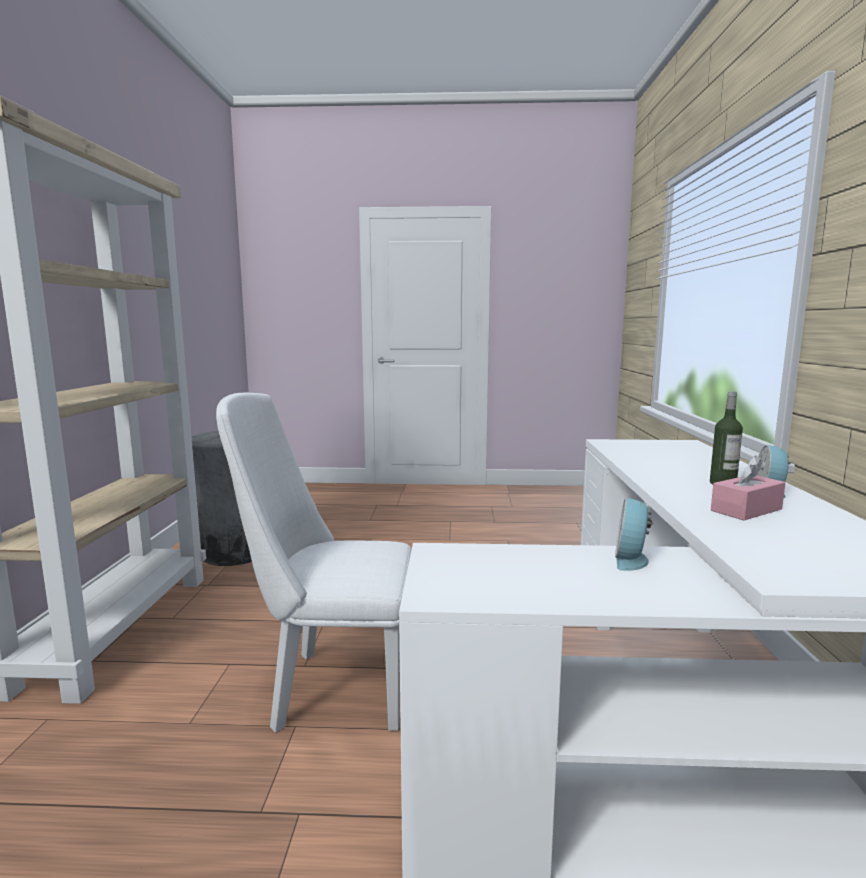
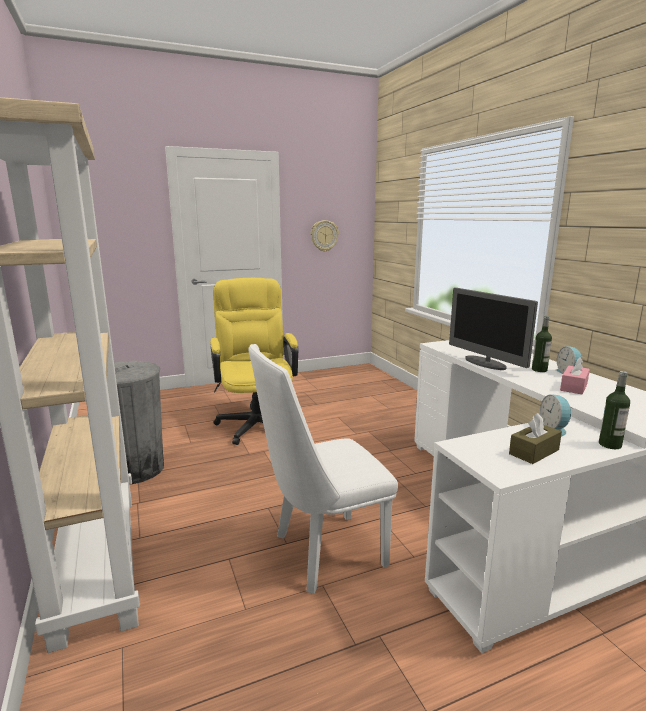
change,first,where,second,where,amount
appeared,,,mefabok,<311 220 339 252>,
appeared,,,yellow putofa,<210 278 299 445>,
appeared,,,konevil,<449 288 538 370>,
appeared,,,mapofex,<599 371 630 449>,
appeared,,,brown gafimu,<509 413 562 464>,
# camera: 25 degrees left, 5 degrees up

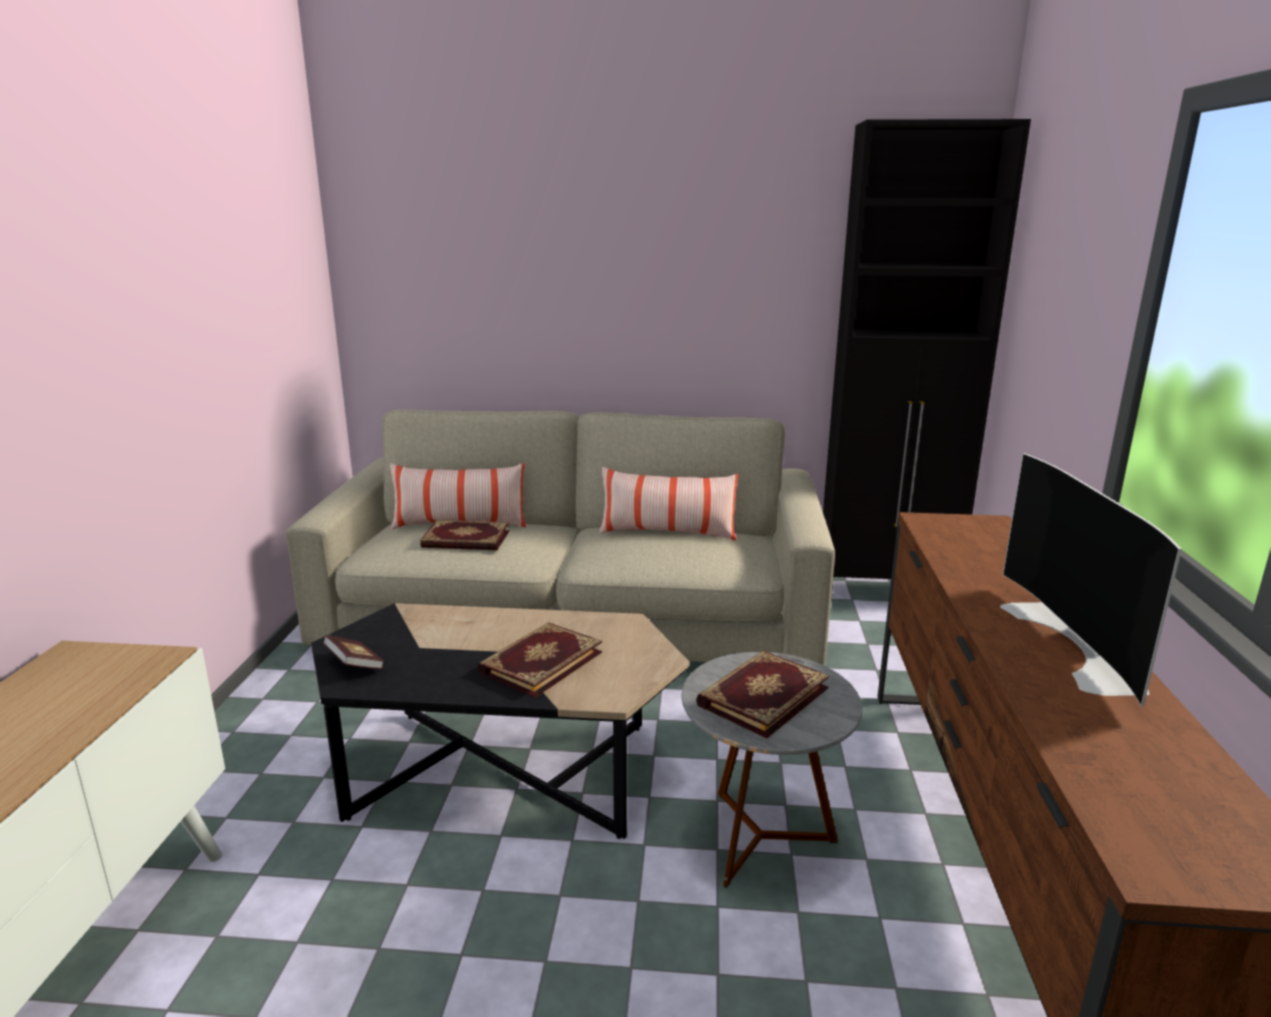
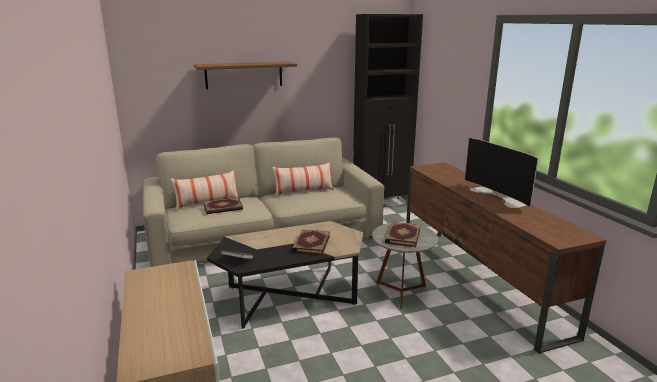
change,first,where,second,where,amount
appeared,,,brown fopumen,<194 61 297 89>,
# camera: 25 degrees left, 0 degrees up

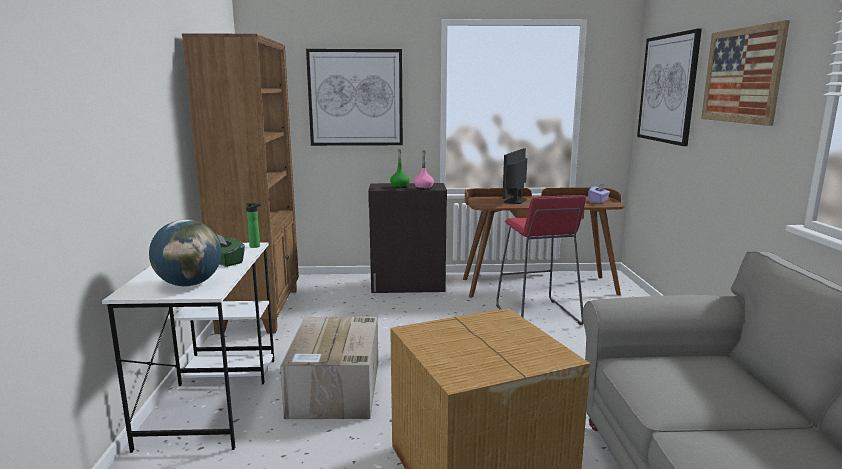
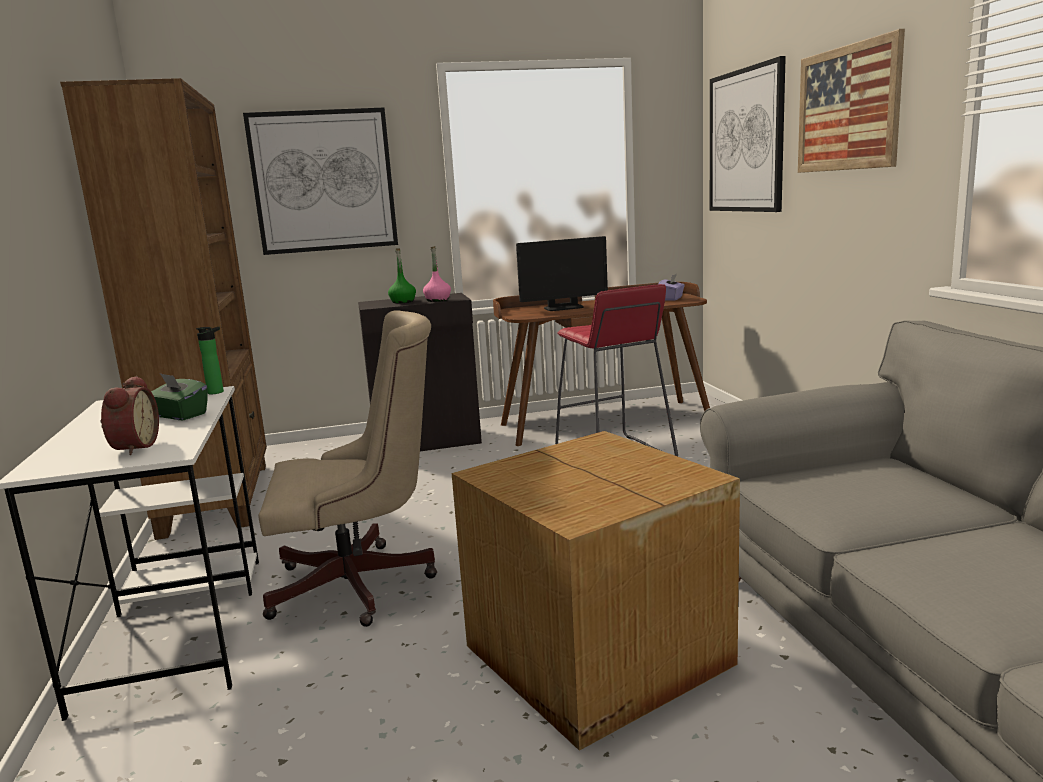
change,first,where,second,where,amount
spun,konevil,<503 148 527 204>,,<516 236 608 311>,120 degrees counterclockwise
exchanged,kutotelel,<149 220 221 286>,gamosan,<100 376 159 455>,
exchanged,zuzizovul,<280 317 378 419>,beige putofa,<258 310 437 627>,
# camera: 10 degrees left, 0 degrees up

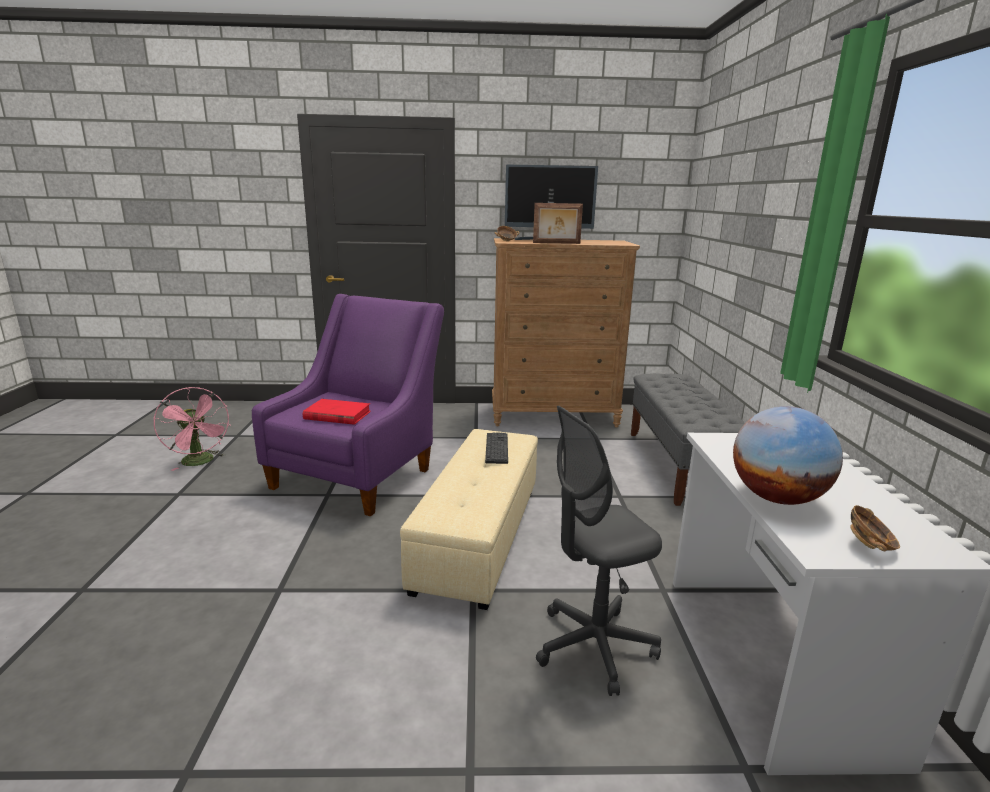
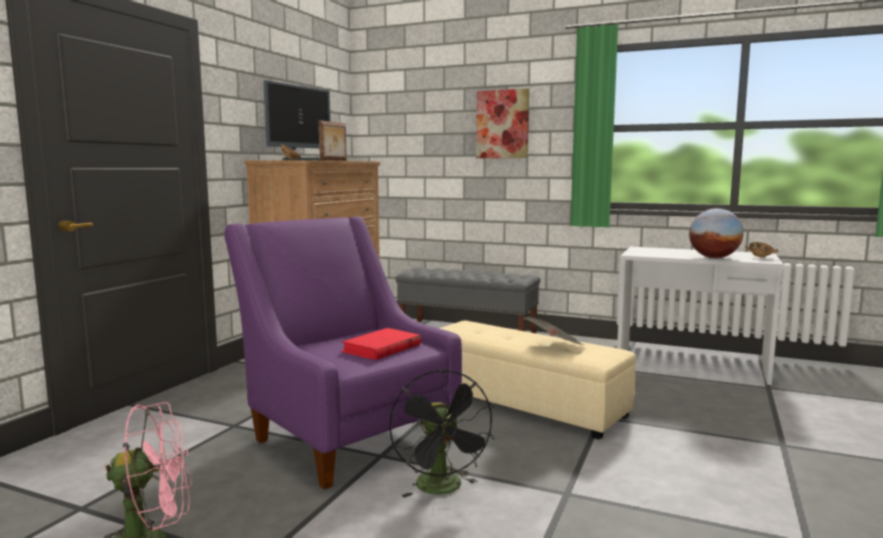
change,first,where,second,where,amount
missing,grey putofa,<536 406 662 696>,,,
missing,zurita,<485 432 508 464>,,,
appeared,,,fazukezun,<476 89 529 158>,
appeared,,,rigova,<523 317 585 345>,
appeared,,,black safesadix,<389 369 495 498>,
# camera: 65 degrees left, 10 degrees down

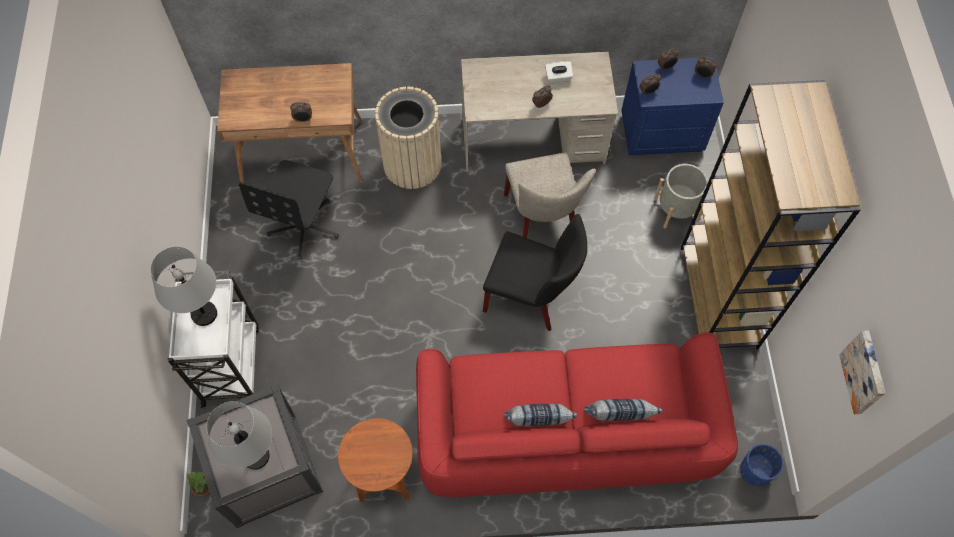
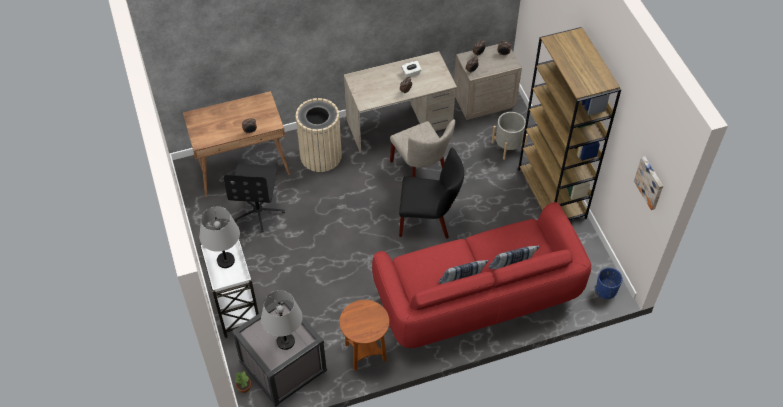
change,first,where,second,where,amount
colour,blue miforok,<621 57 724 155>,beige miforok,<454 42 522 120>,
# camera: 15 degrees left, 10 degrees down

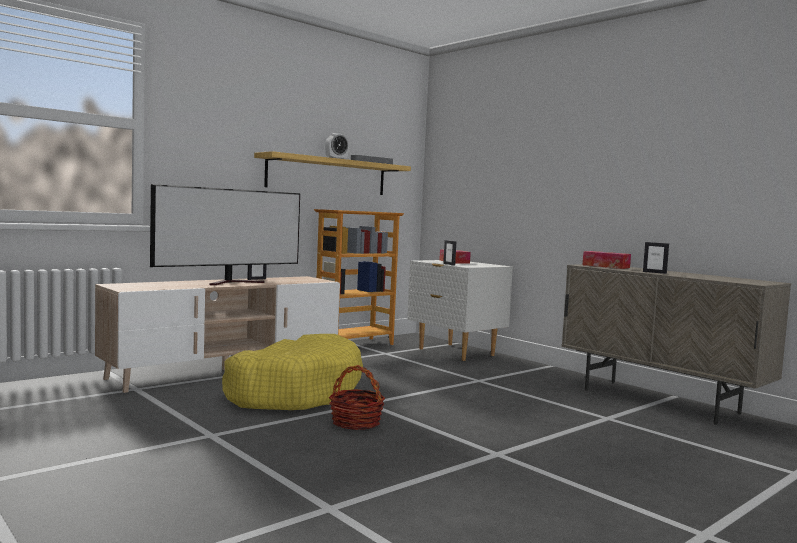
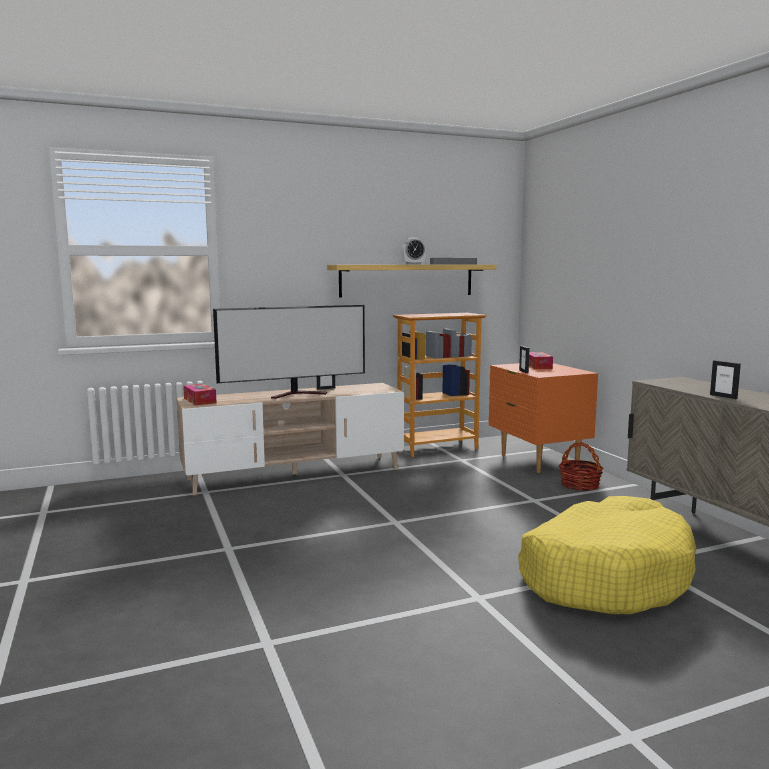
change,first,where,second,where,amount
relocated,gafimu,<583 251 631 269>,,<183 383 217 405>,
colour,white miforok,<407 260 513 361>,orange miforok,<489 363 598 473>,
relocated,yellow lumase,<222 334 363 410>,,<518 496 697 614>,
relocated,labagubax,<329 365 385 430>,,<559 442 603 491>,
# camera: 20 degrees right, 5 degrees up

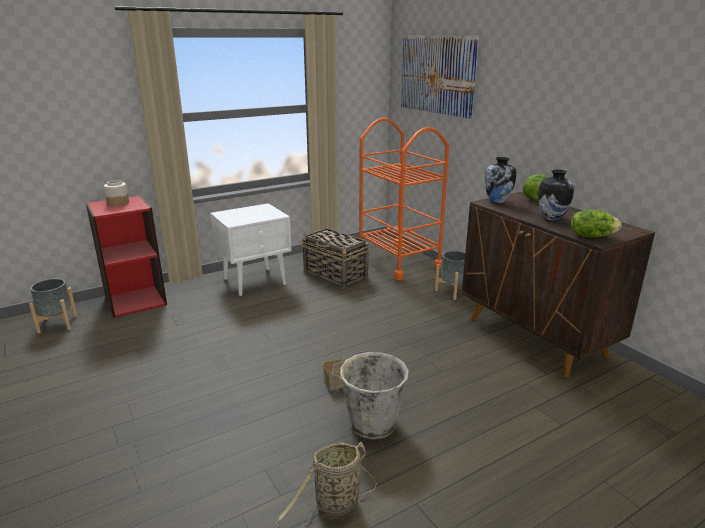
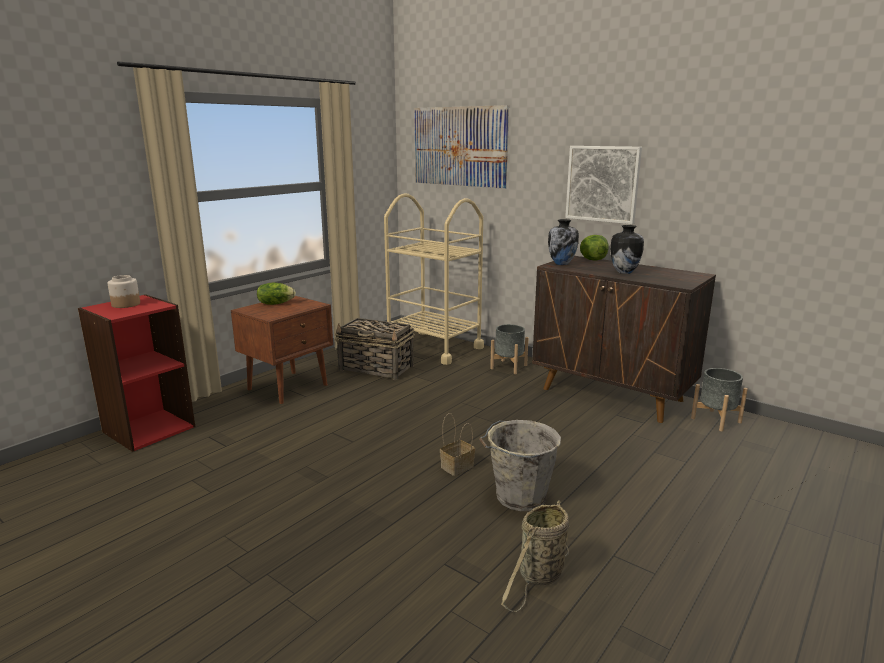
change,first,where,second,where,amount
colour,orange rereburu,<359 118 449 280>,beige rereburu,<384 193 484 365>,
colour,white miforok,<210 203 292 296>,brown miforok,<231 296 333 404>,
relocated,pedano,<571 210 621 237>,,<257 282 296 305>,
relocated,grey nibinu,<29 278 78 333>,,<691 368 748 431>,
appeared,,,fazukezun,<565 146 642 224>,
# camera: 20 degrees left, 5 degrees down

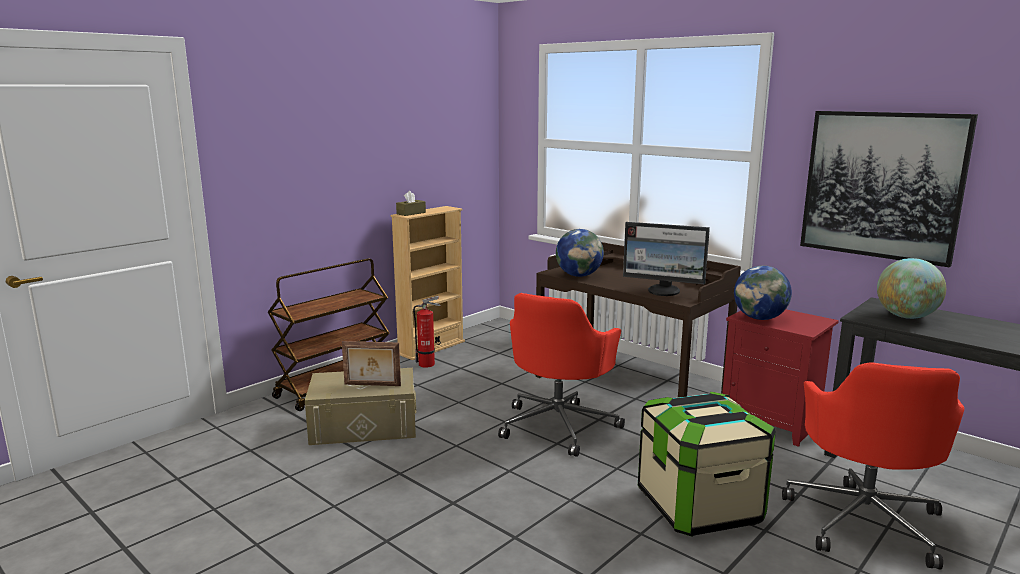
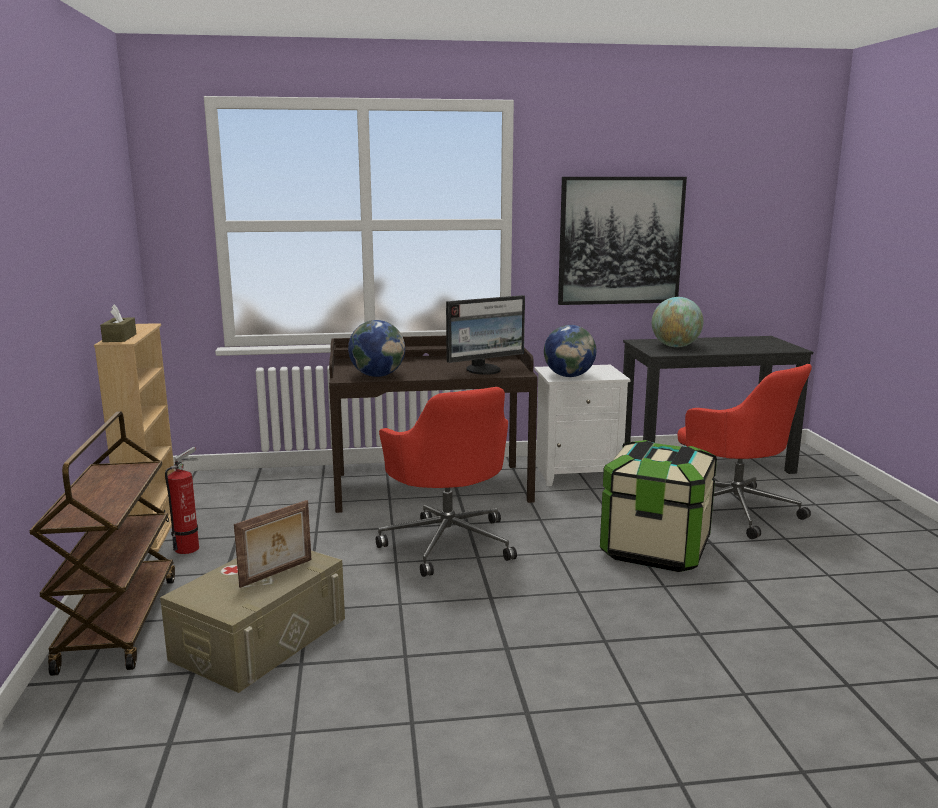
change,first,where,second,where,amount
colour,red miforok,<722 309 839 447>,white miforok,<534 365 631 486>,
# camera: 50 degrees left, 0 degrees up

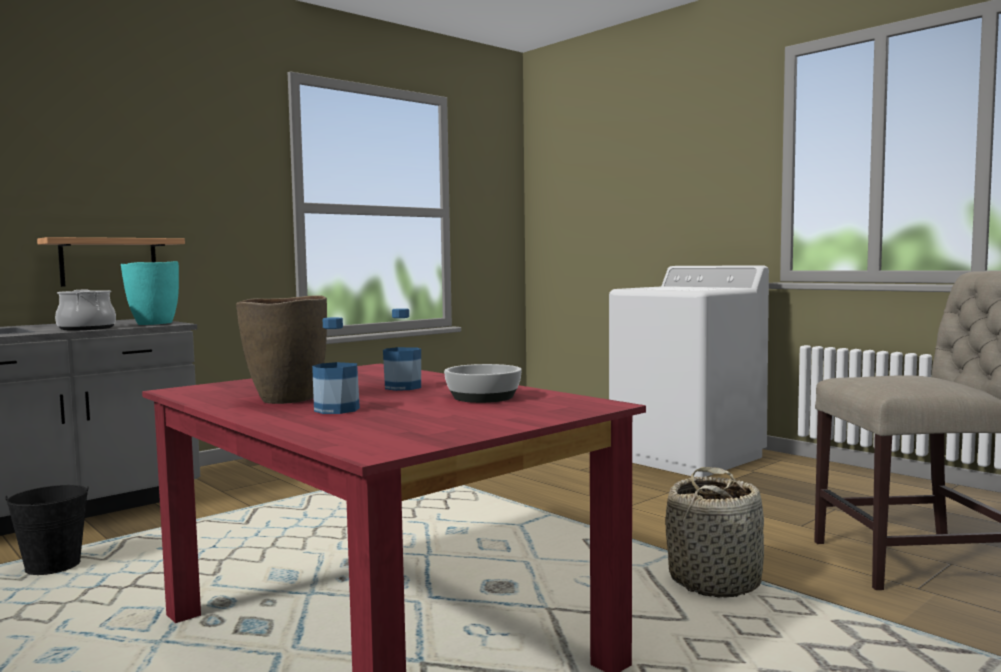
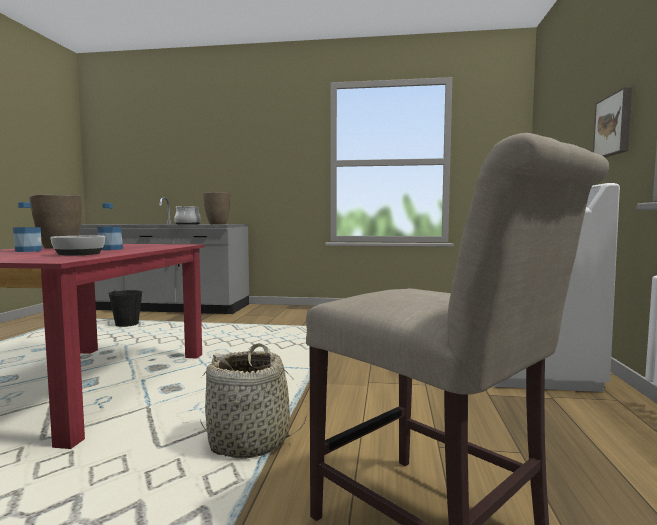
change,first,where,second,where,amount
missing,fopumen,<37 237 185 287>,,,
colour,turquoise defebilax,<121 261 179 325>,brown defebilax,<203 192 230 224>,
appeared,,,fazukezun,<593 87 633 158>,
# camera: 50 degrees right, 0 degrees up

